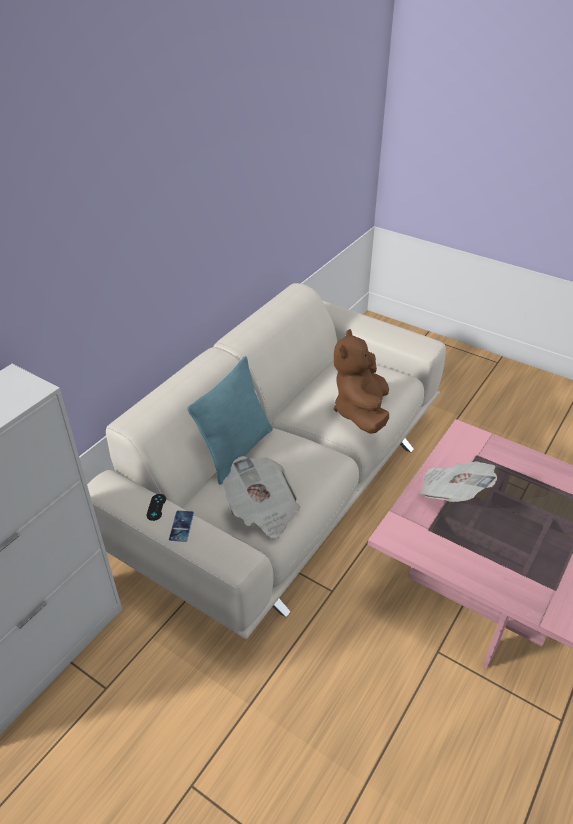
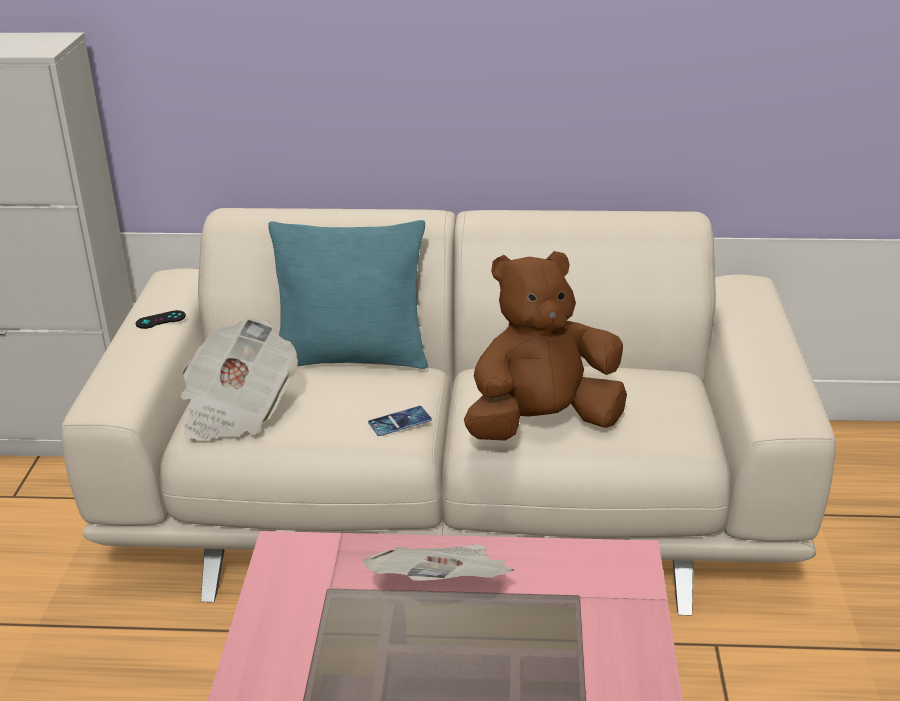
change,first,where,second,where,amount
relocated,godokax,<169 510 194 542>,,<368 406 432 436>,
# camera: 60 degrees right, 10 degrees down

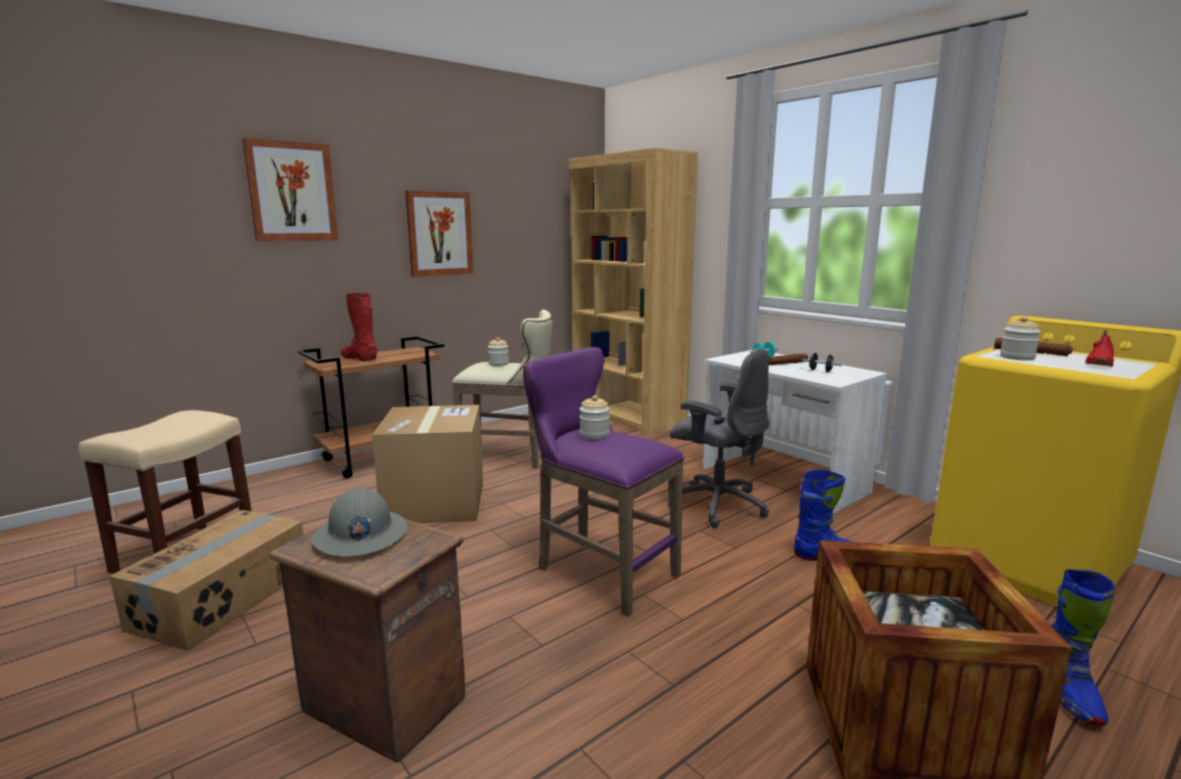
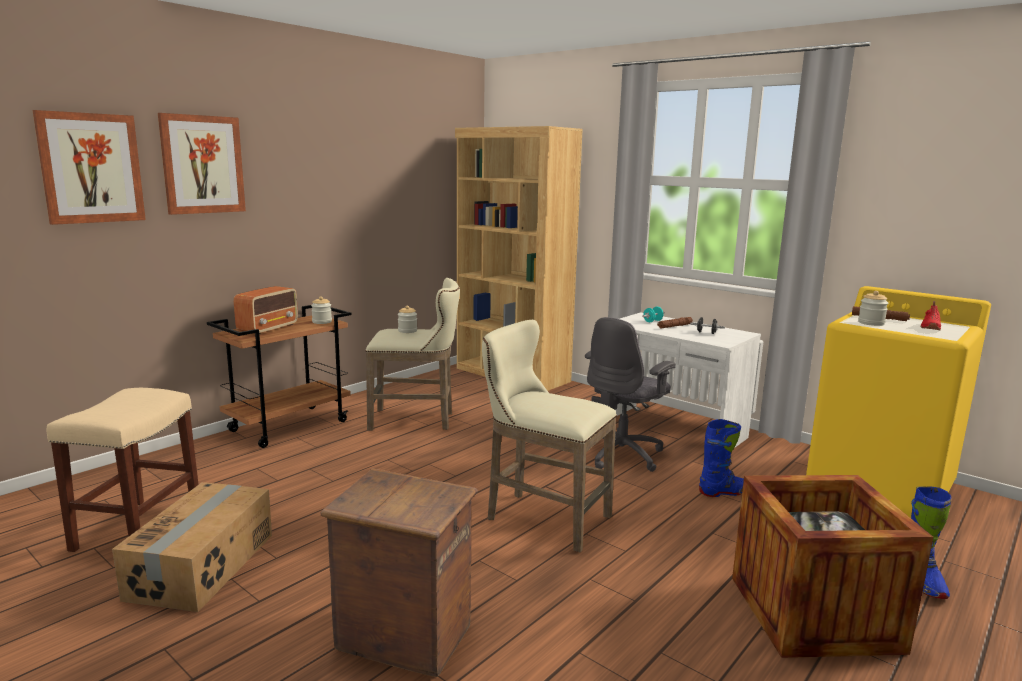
change,first,where,second,where,amount
relocated,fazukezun,<405 191 473 277>,,<33 110 146 225>,
exchanged,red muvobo,<341 293 377 361>,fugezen,<234 286 298 335>,
colour,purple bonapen,<523 347 684 617>,beige bonapen,<482 320 617 552>,
spun,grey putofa,<668 349 769 528>,,<585 317 676 472>,105 degrees clockwise
relocated,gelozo,<580 395 610 439>,,<311 297 332 324>,
missing,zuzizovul,<372 405 483 524>,,,
missing,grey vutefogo,<312 488 407 556>,,,
# camera: 10 degrees left, 0 degrees up

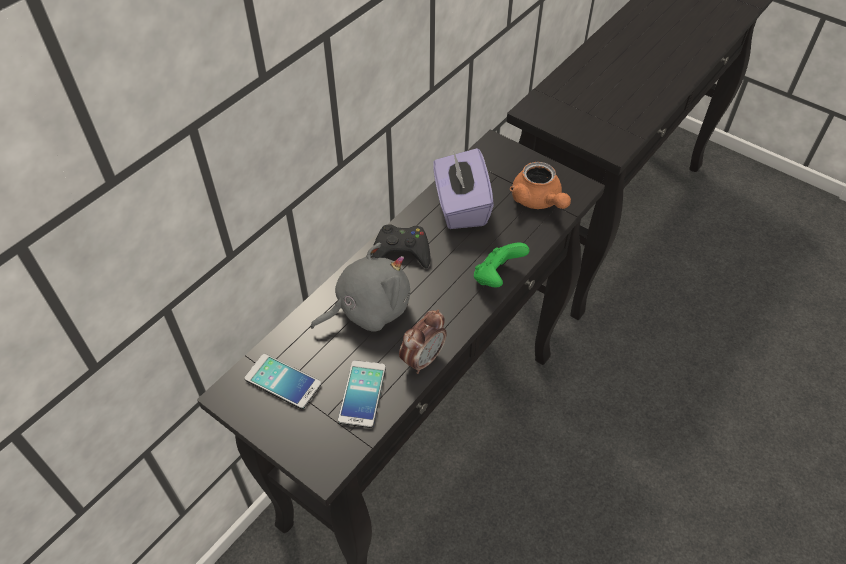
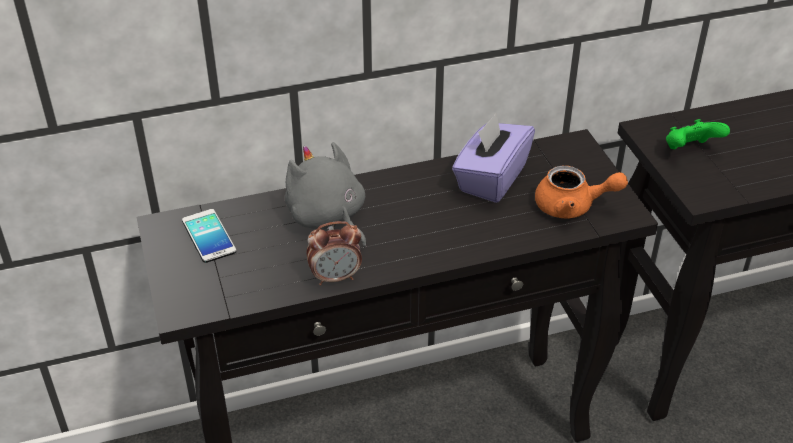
change,first,where,second,where,amount
spun,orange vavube,<510 162 571 209>,,<535 166 628 219>,90 degrees counterclockwise
missing,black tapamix,<372 225 431 268>,,,
relocated,green tapamix,<474 242 529 288>,,<666 119 730 149>,
spun,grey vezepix,<310 243 410 332>,,<285 142 366 248>,135 degrees counterclockwise
missing,godokax,<338 360 386 428>,,,
# camera: 35 degrees right, 10 degrees down

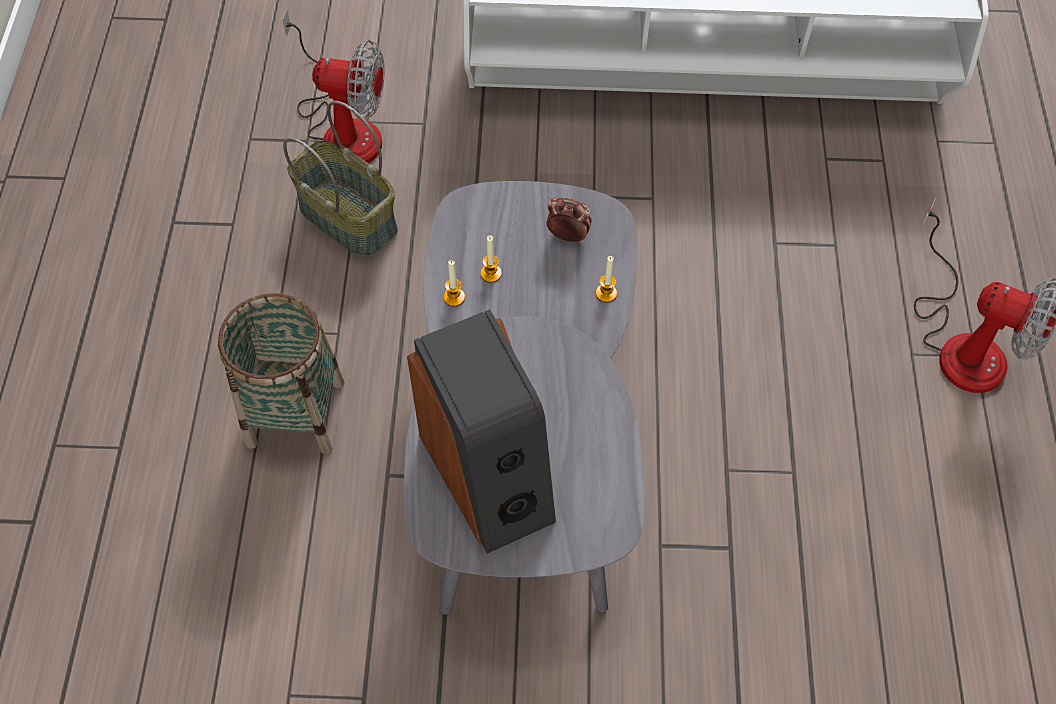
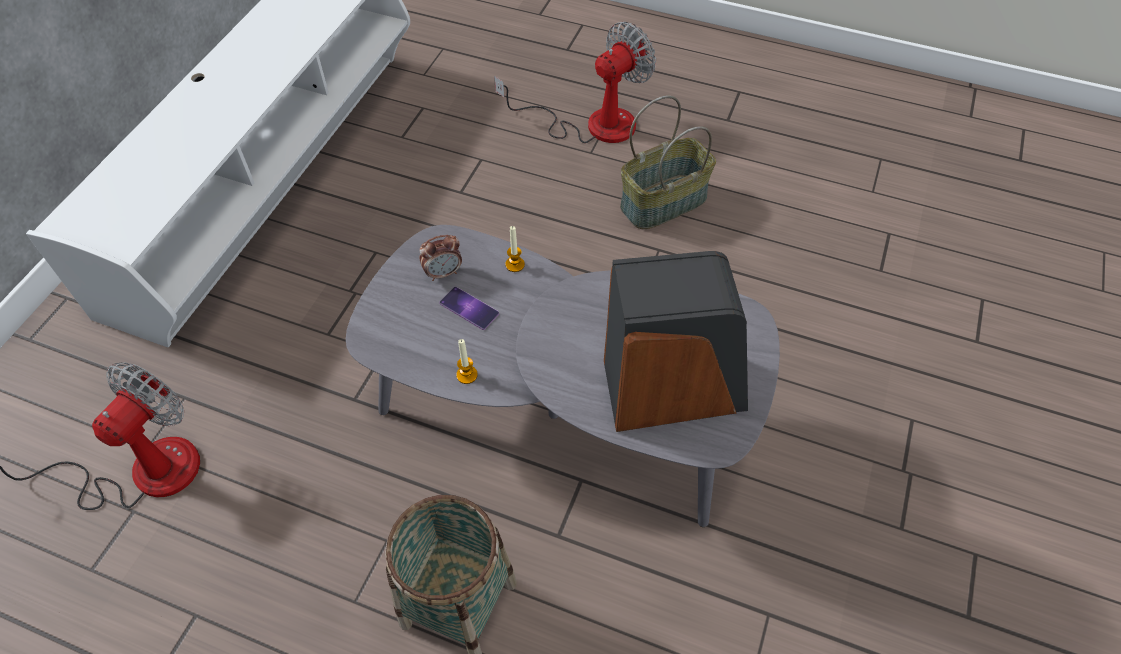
change,first,where,second,where,amount
relocated,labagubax,<283 101 398 257>,,<620 95 716 230>,
spun,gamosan,<546 197 592 244>,,<419 235 462 281>,150 degrees counterclockwise
missing,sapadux,<480 235 502 283>,,,
appeared,,,godokax,<439 287 499 330>,
# camera: 70 degrees left, 5 degrees down

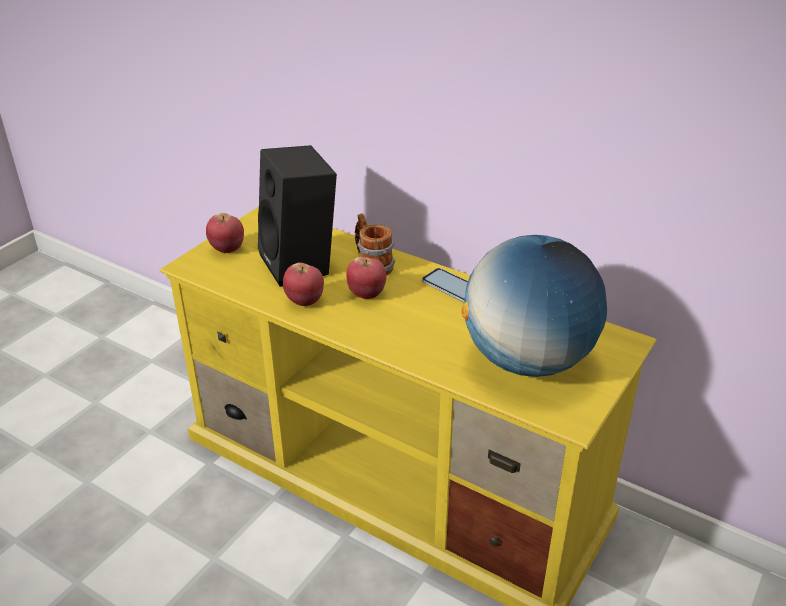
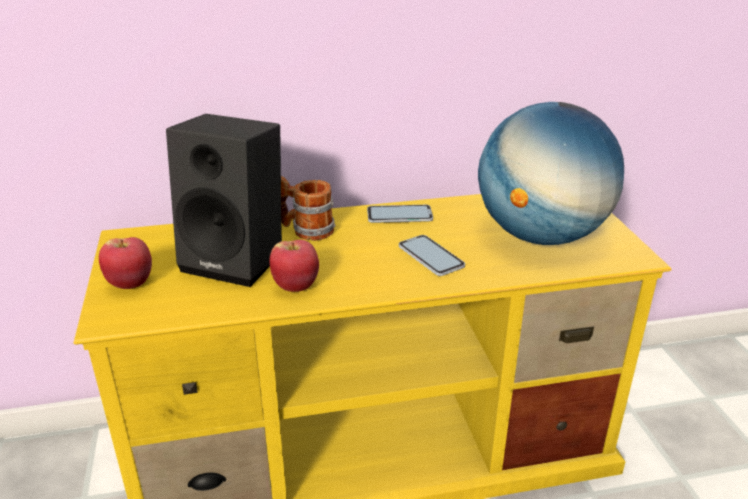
change,first,where,second,where,amount
missing,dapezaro,<346 257 386 299>,,,
appeared,,,godokax,<399 235 465 276>,
# camera: 45 degrees left, 5 degrees down

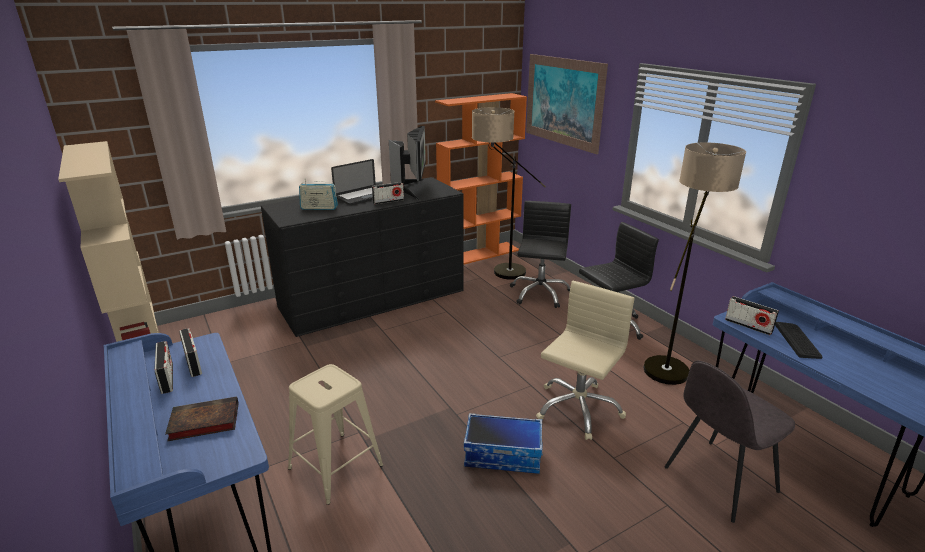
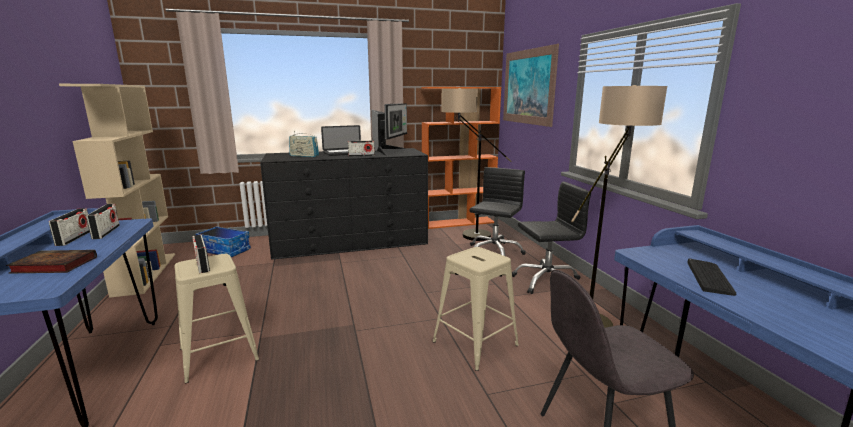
change,first,where,second,where,amount
exchanged,beige putofa,<536 281 634 440>,beige bonapen,<432 247 519 371>,
relocated,fugezen,<725 296 779 335>,,<192 235 210 273>,
relocated,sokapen,<464 413 543 474>,,<196 226 251 257>,
# camera: 15 degrees right, 10 degrees down

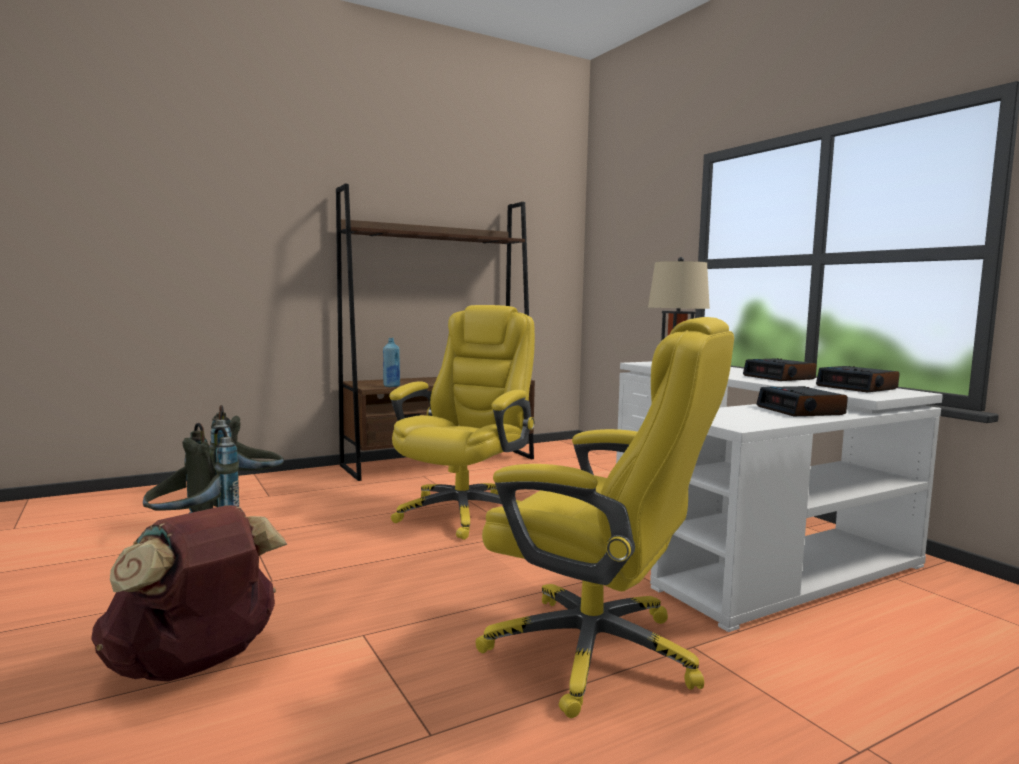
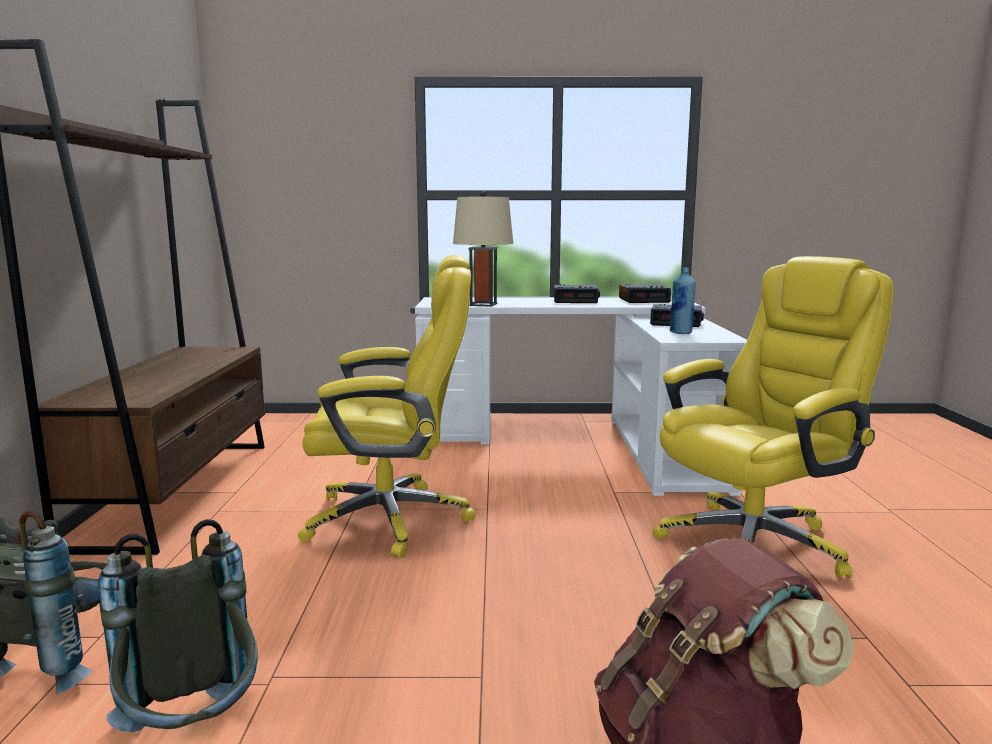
change,first,where,second,where,amount
spun,yellow putofa,<389 305 535 540>,,<298 255 475 558>,120 degrees clockwise
relocated,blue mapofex,<383 338 400 387>,,<669 267 696 334>,
# camera: 60 degrees left, 5 degrees up

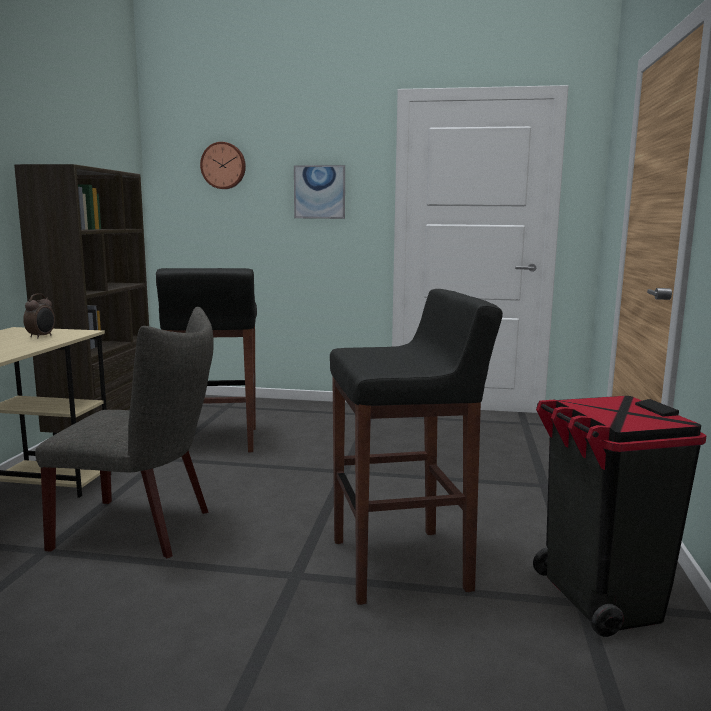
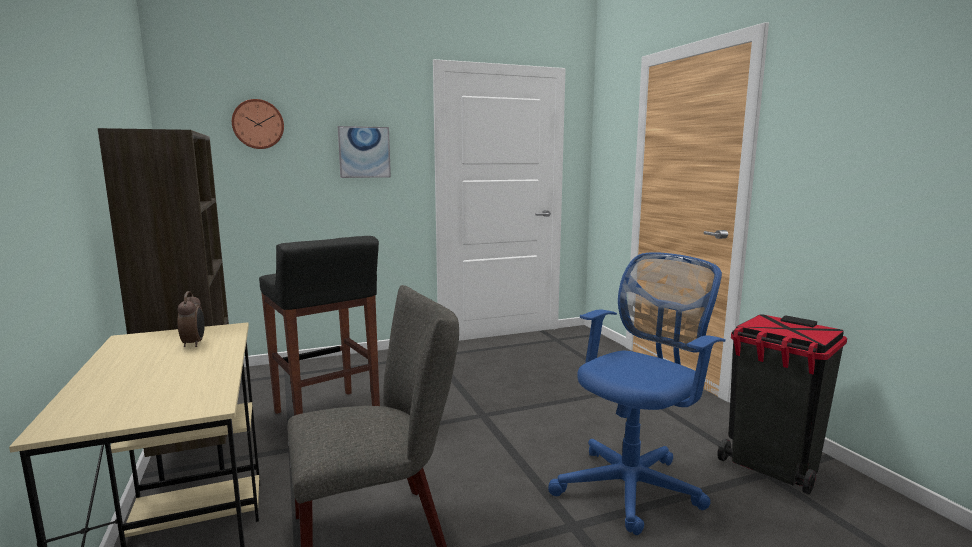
change,first,where,second,where,amount
exchanged,black bonapen,<330 289 503 605>,blue putofa,<548 252 726 535>,
# camera: 30 degrees left, 0 degrees up

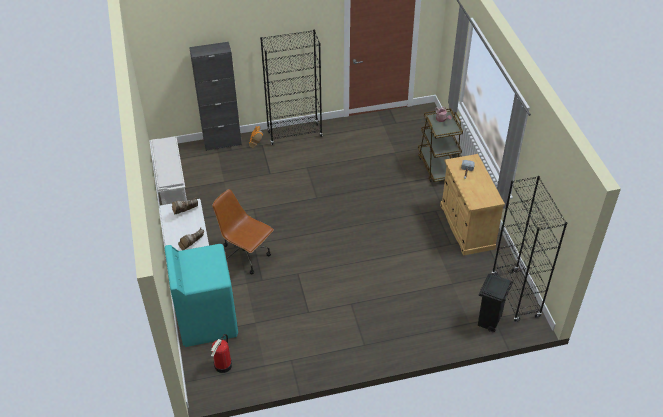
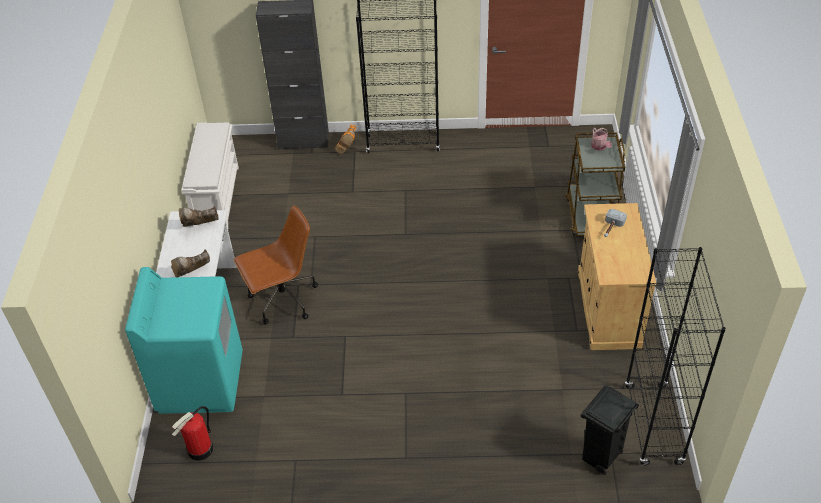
change,first,where,second,where,amount
spun,brown putofa,<212 189 274 275>,,<234 205 318 325>,105 degrees clockwise
# camera: 15 degrees right, 0 degrees up

